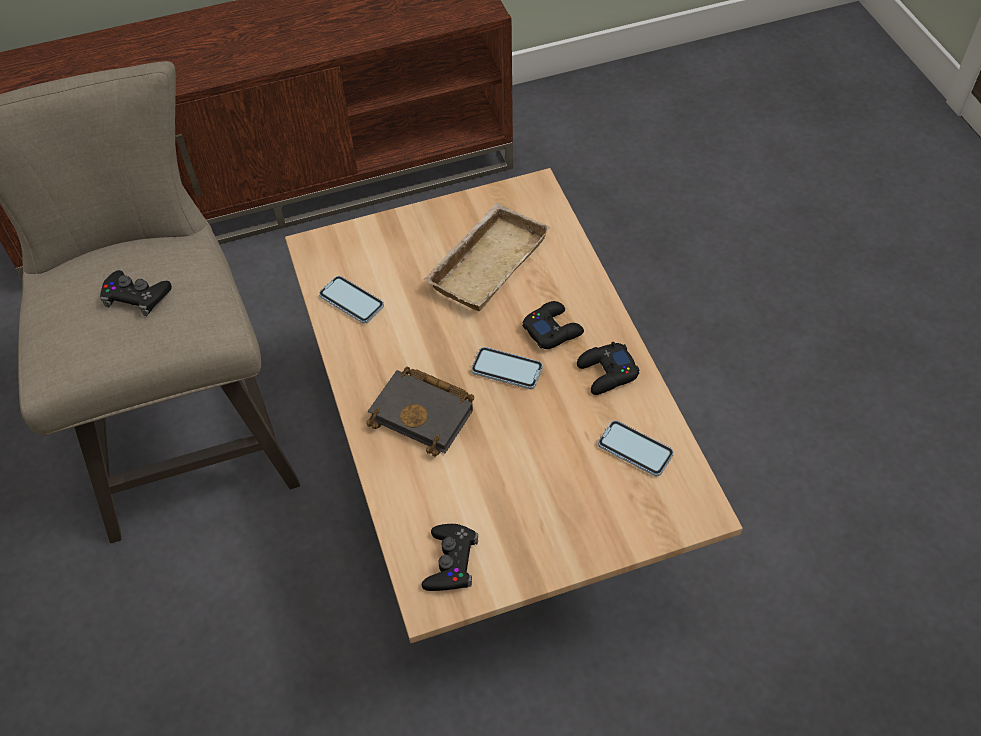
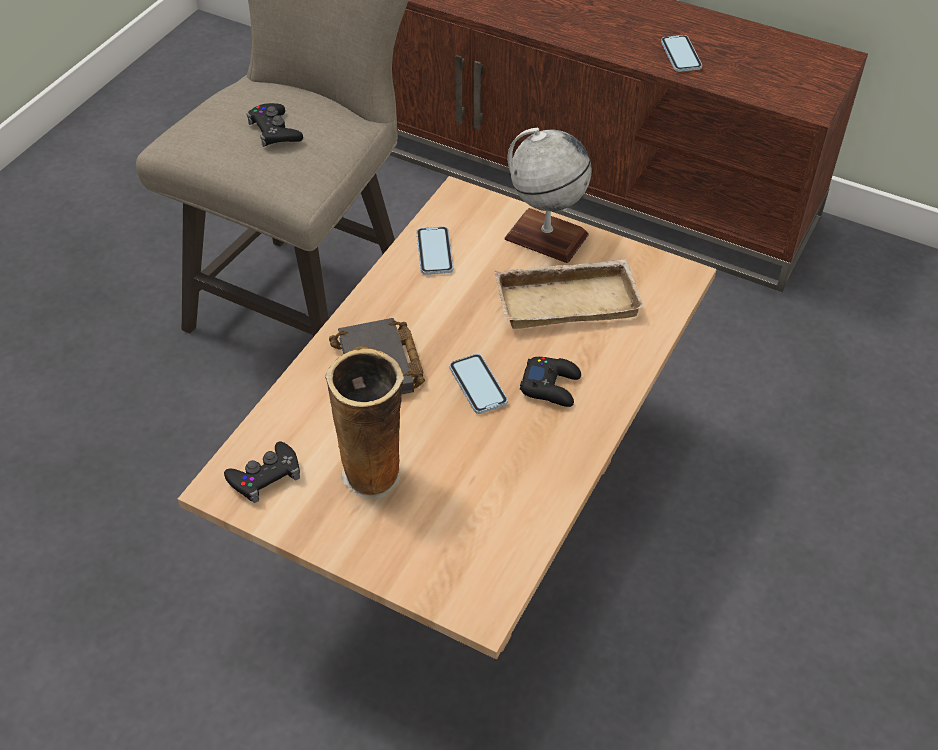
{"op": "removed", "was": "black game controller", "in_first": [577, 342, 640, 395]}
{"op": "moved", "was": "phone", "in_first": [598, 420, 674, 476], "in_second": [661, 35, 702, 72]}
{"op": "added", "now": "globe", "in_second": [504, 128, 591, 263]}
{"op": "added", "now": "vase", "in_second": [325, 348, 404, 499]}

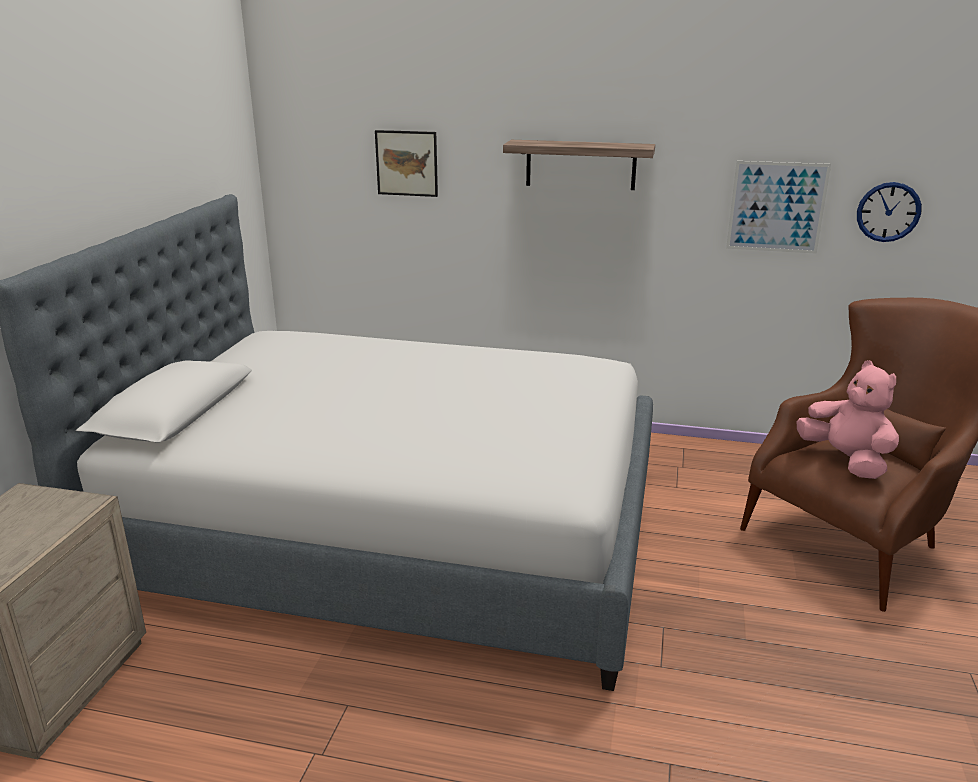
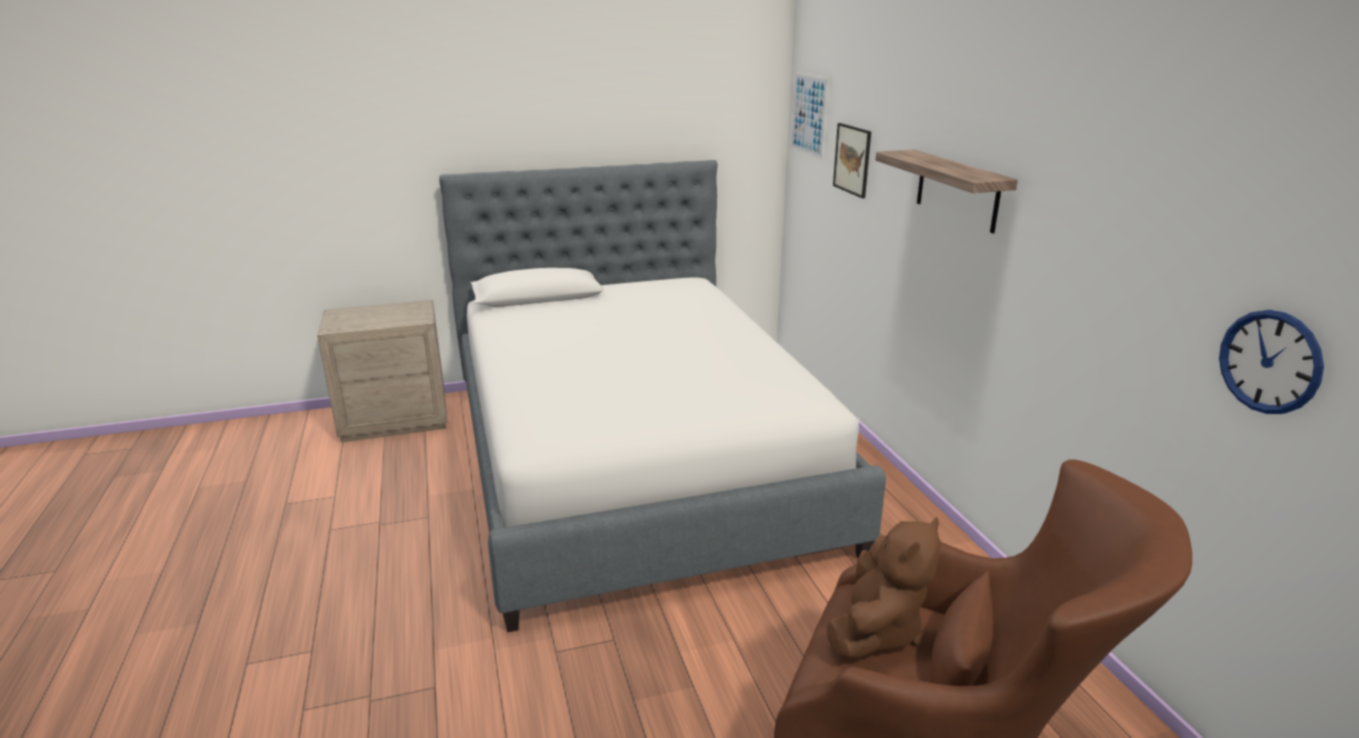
{"op": "moved", "was": "picture", "in_first": [726, 161, 831, 254], "in_second": [791, 72, 829, 160]}
{"op": "recoloured", "was": "pink plush toy", "now": "brown plush toy", "in_first": [796, 360, 899, 479], "in_second": [826, 517, 941, 659]}

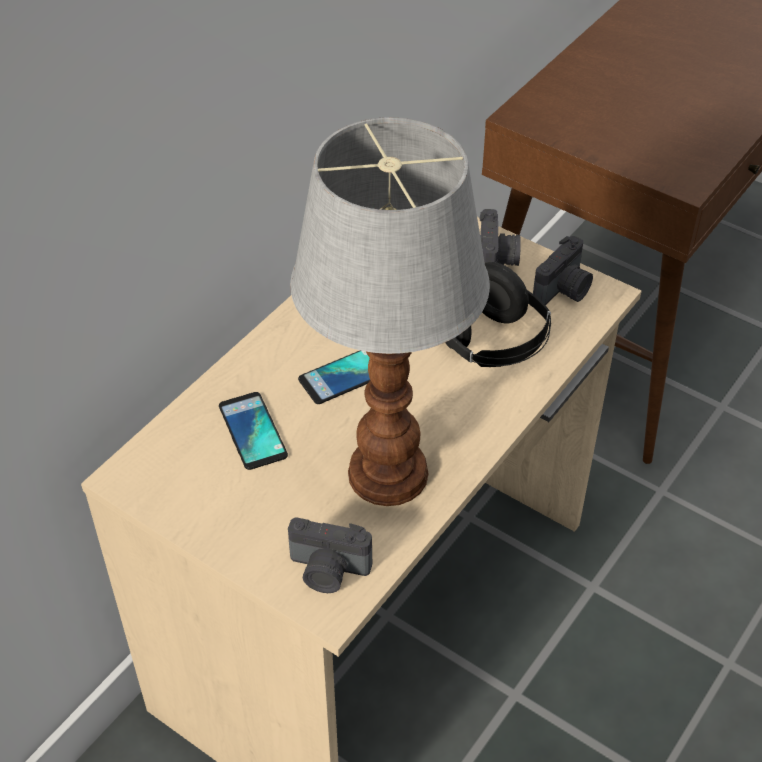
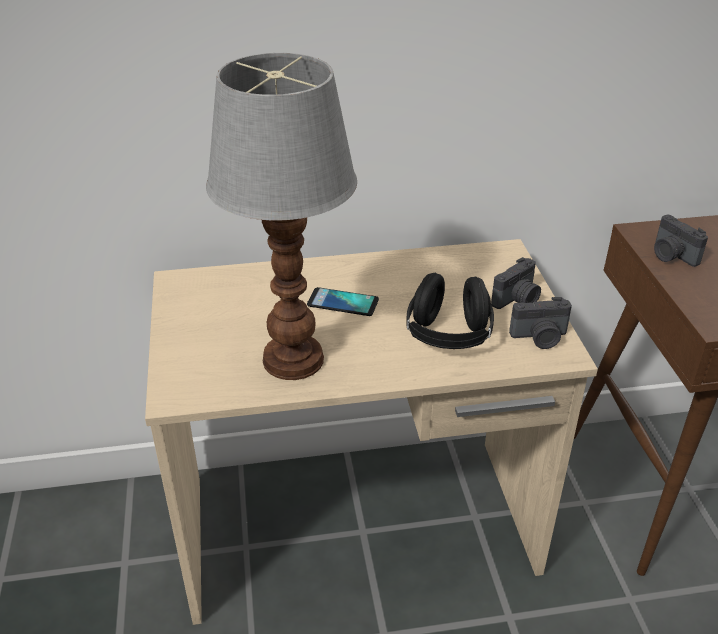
{"op": "removed", "was": "phone", "in_first": [219, 392, 288, 470]}
{"op": "moved", "was": "photo camera", "in_first": [288, 517, 372, 593], "in_second": [654, 215, 708, 267]}

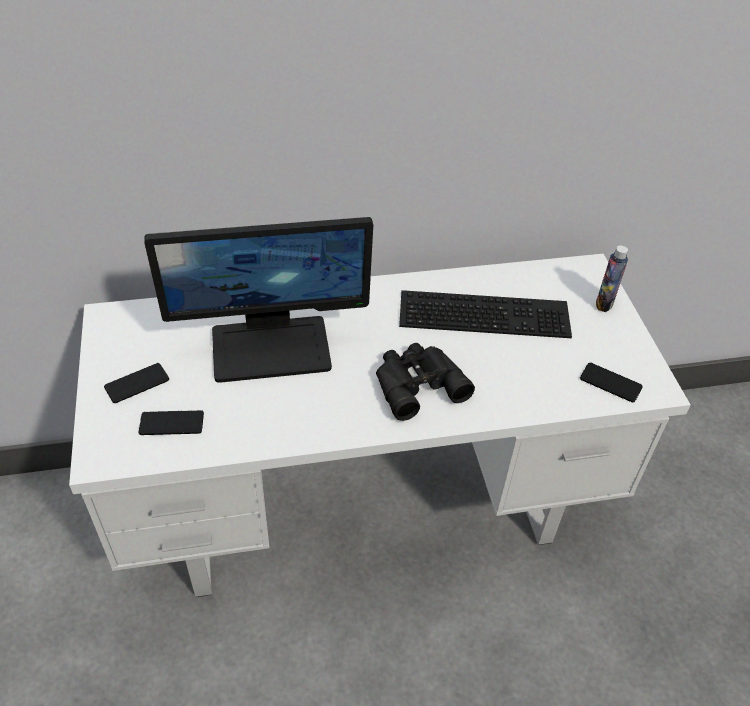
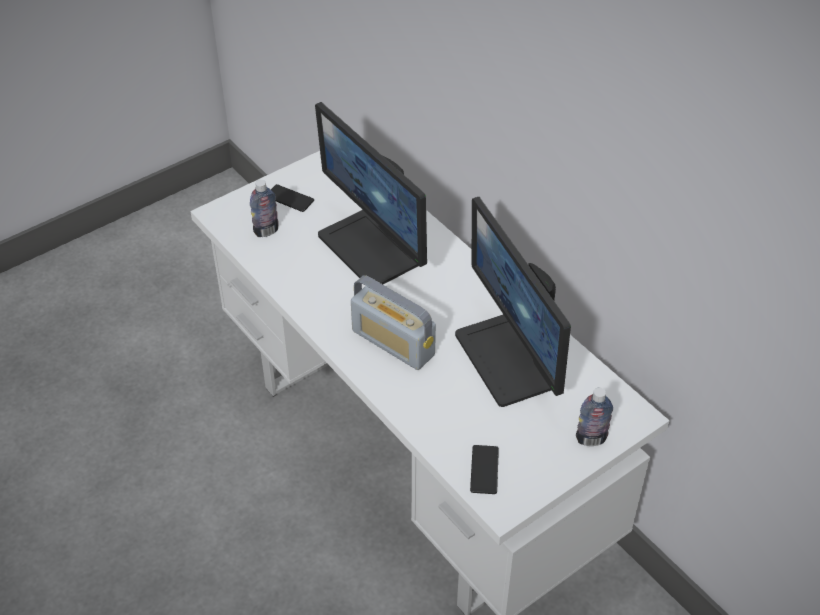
{"op": "replaced", "was": "keyboard", "now": "monitor", "in_first": [399, 290, 572, 338], "in_second": [455, 197, 571, 407]}
{"op": "replaced", "was": "black binoculars", "now": "radio", "in_first": [376, 343, 475, 421], "in_second": [351, 275, 436, 370]}
{"op": "replaced", "was": "phone", "now": "bottle", "in_first": [139, 410, 204, 435], "in_second": [250, 180, 279, 237]}

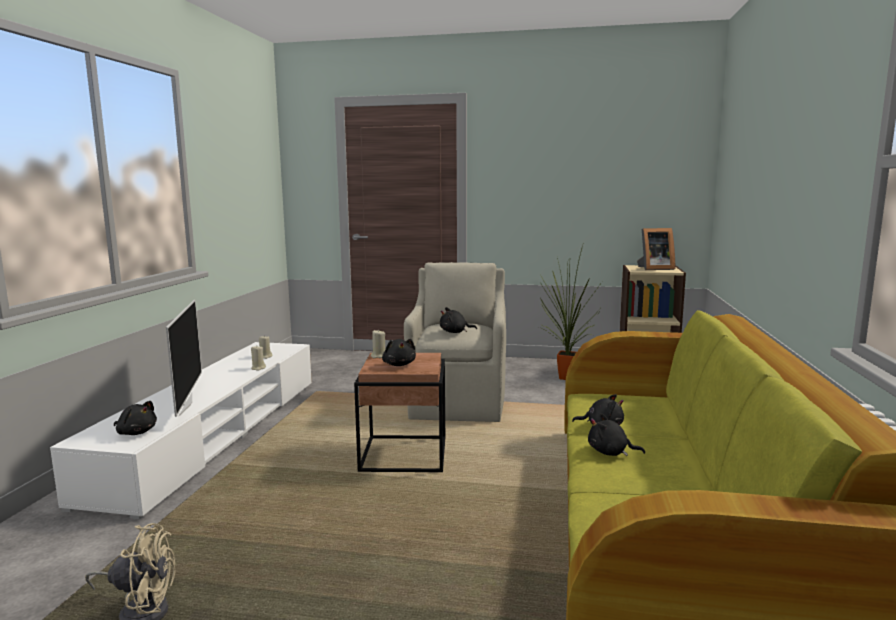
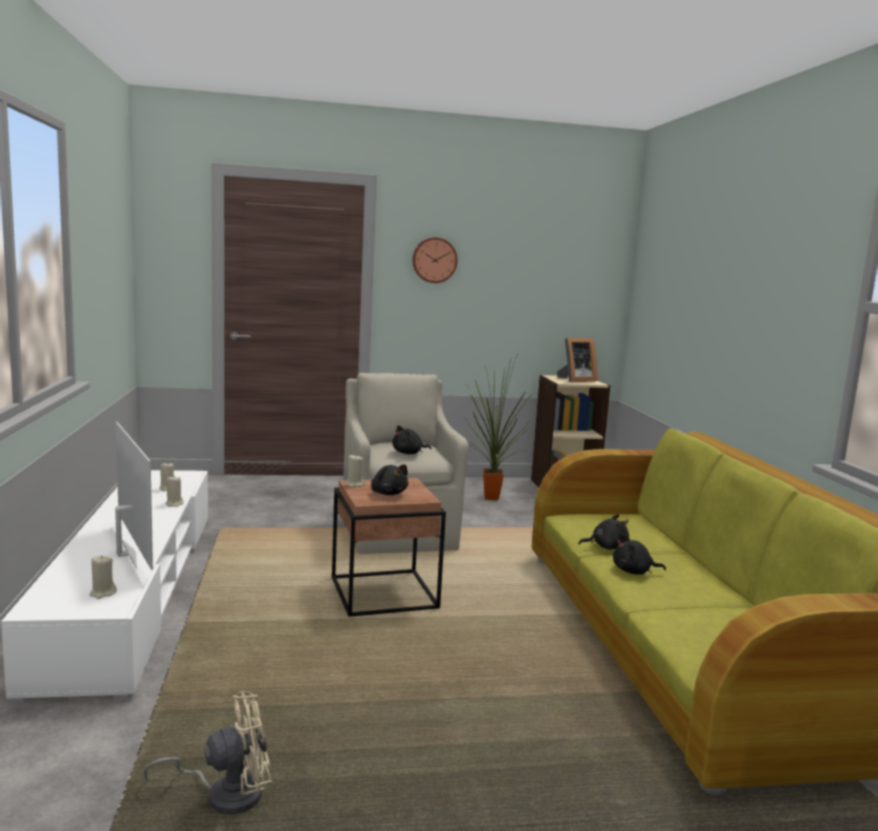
{"op": "replaced", "was": "black plush toy", "now": "beige candle", "in_first": [114, 401, 157, 435], "in_second": [90, 555, 117, 599]}
{"op": "added", "now": "wall clock", "in_second": [412, 237, 457, 283]}

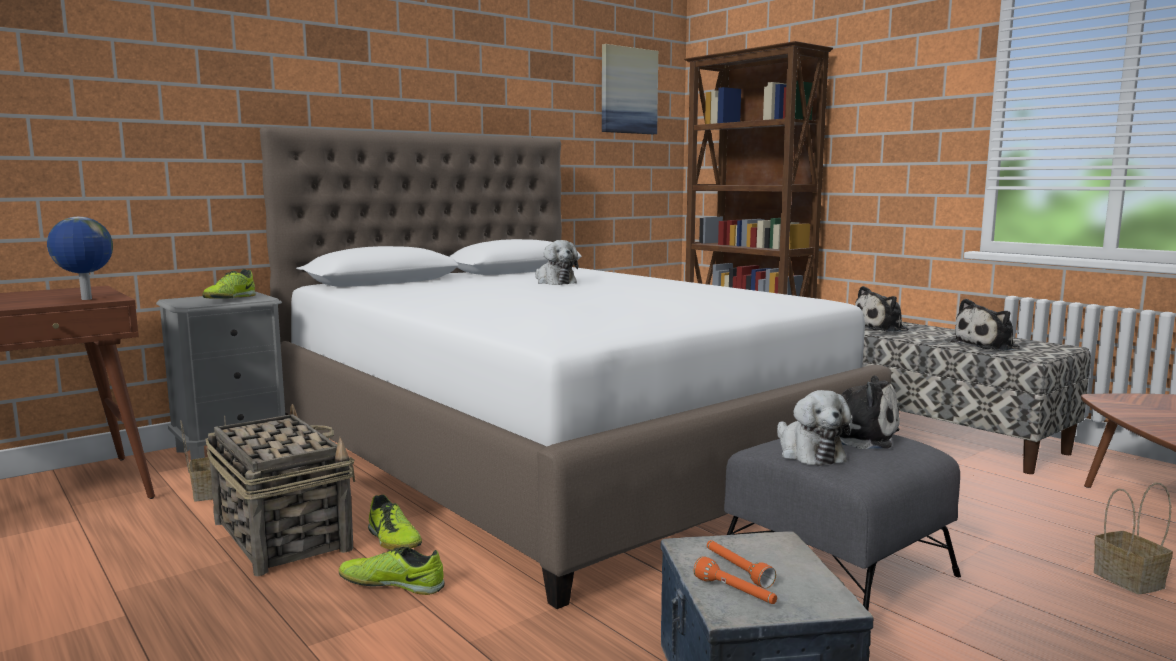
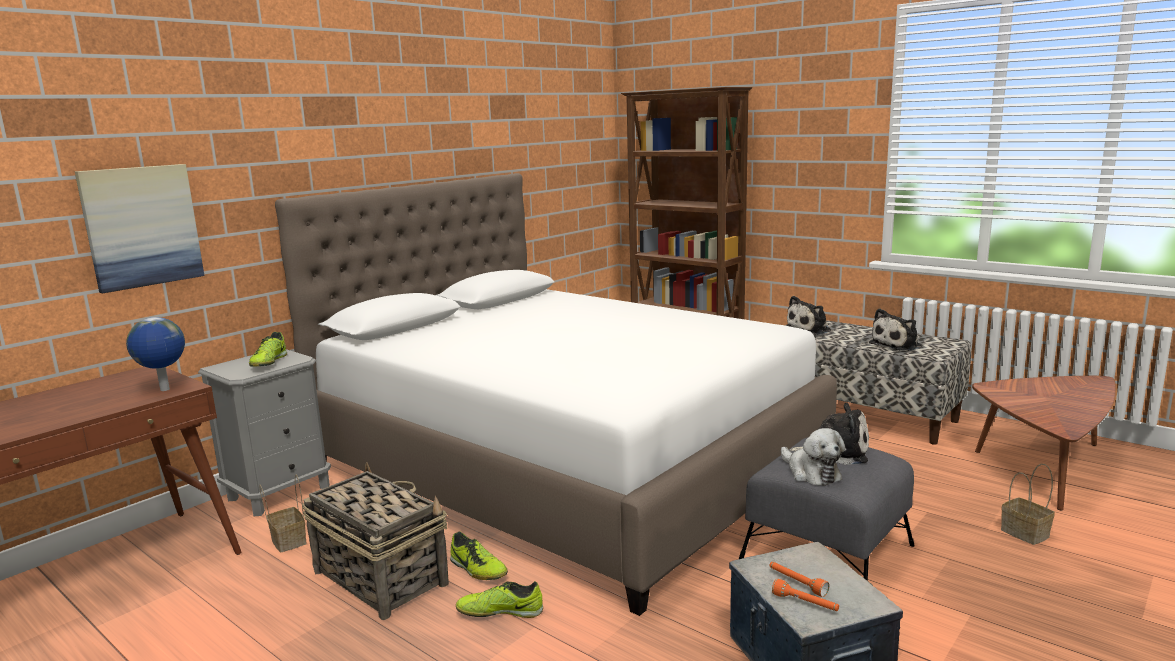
{"op": "moved", "was": "picture", "in_first": [602, 44, 658, 134], "in_second": [75, 164, 205, 294]}
{"op": "removed", "was": "plush toy", "in_first": [535, 240, 578, 285]}

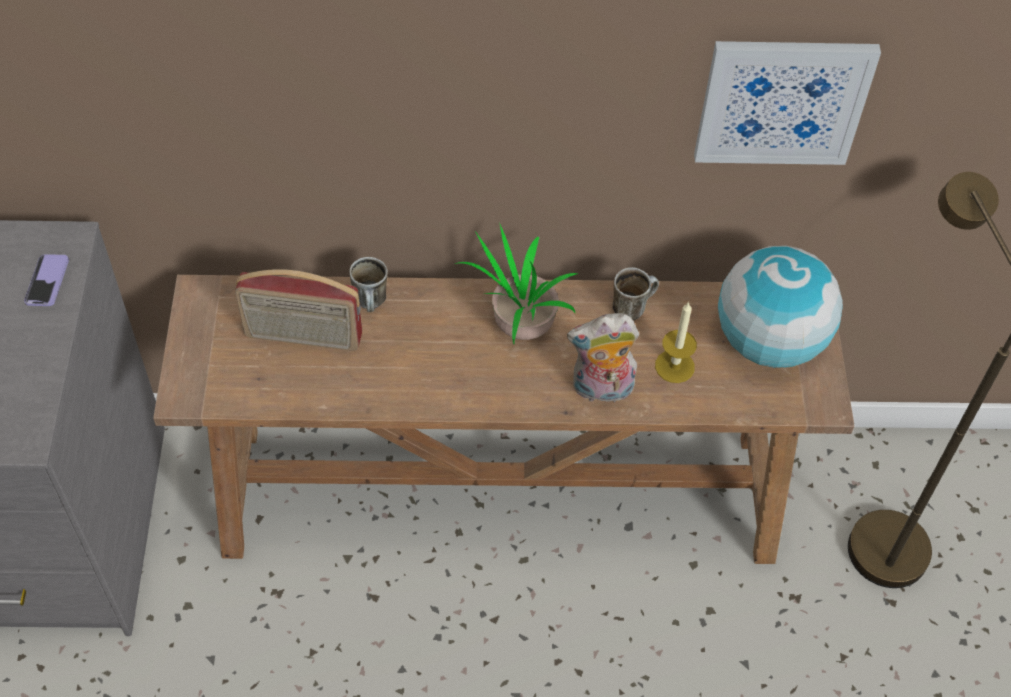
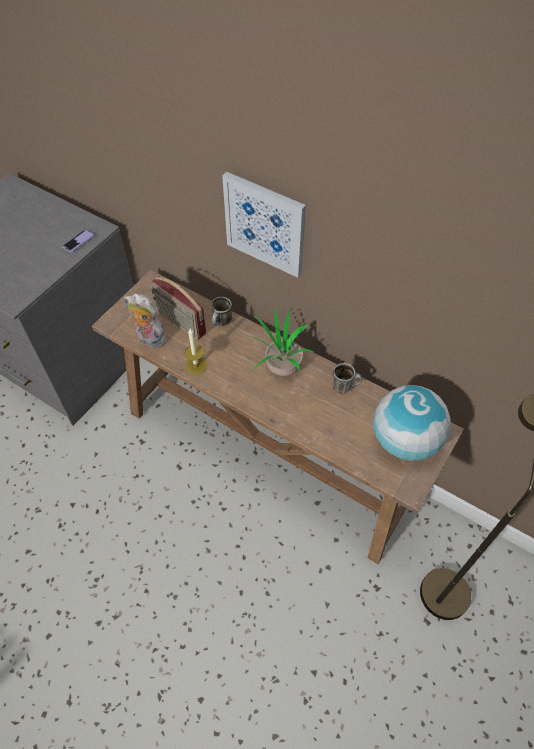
{"op": "moved", "was": "picture", "in_first": [694, 41, 881, 165], "in_second": [222, 172, 306, 278]}
{"op": "moved", "was": "candle", "in_first": [655, 302, 697, 383], "in_second": [185, 328, 207, 375]}
{"op": "moved", "was": "plush toy", "in_first": [567, 313, 639, 407], "in_second": [124, 293, 167, 349]}

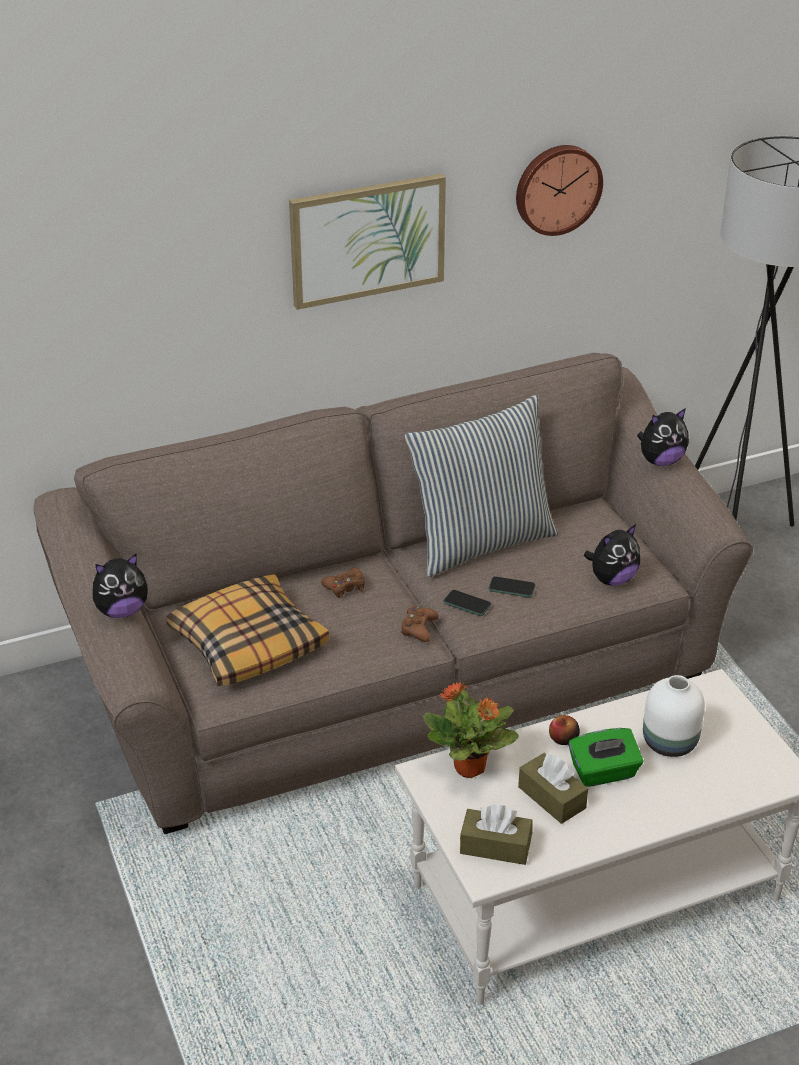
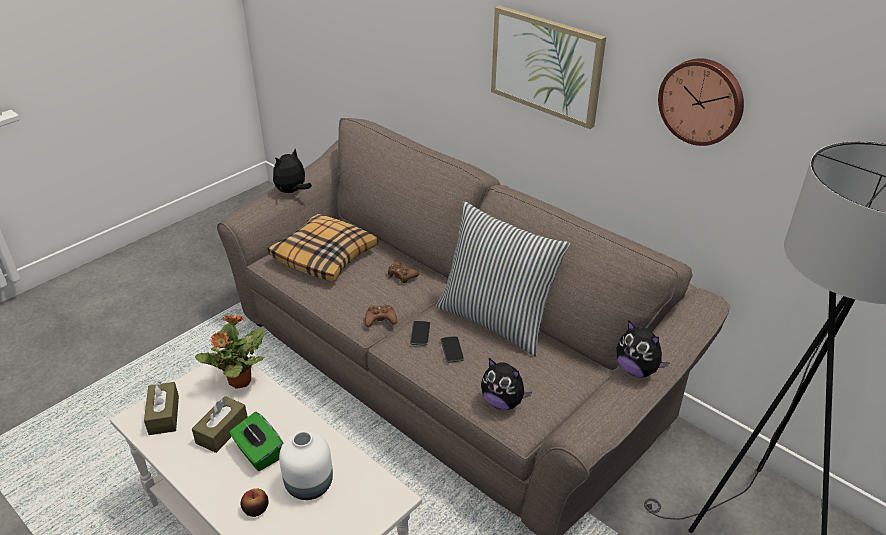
{"op": "turned", "was": "plush toy", "in_first": [93, 554, 148, 618], "in_second": [273, 149, 312, 193], "clockwise": 90}
{"op": "moved", "was": "apple", "in_first": [549, 715, 580, 745], "in_second": [241, 488, 268, 517]}

